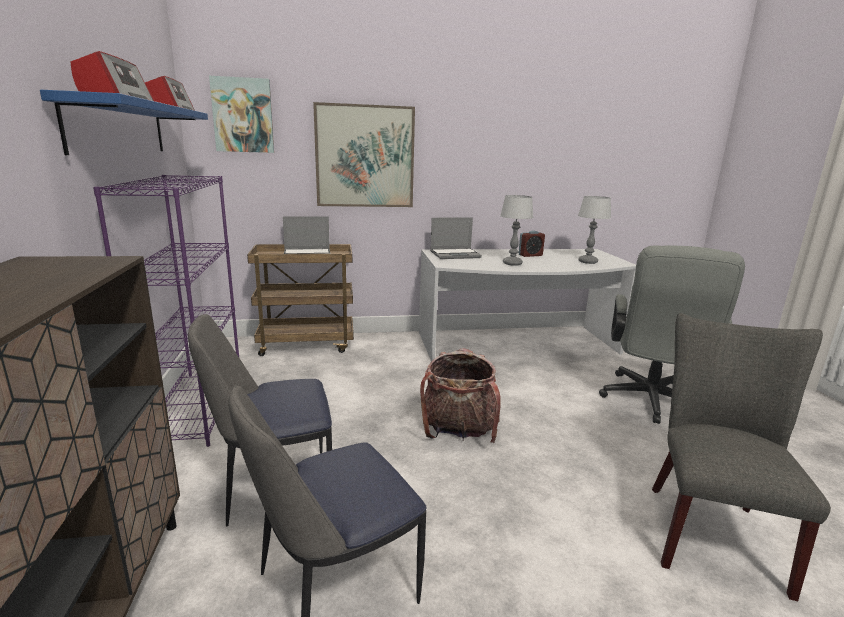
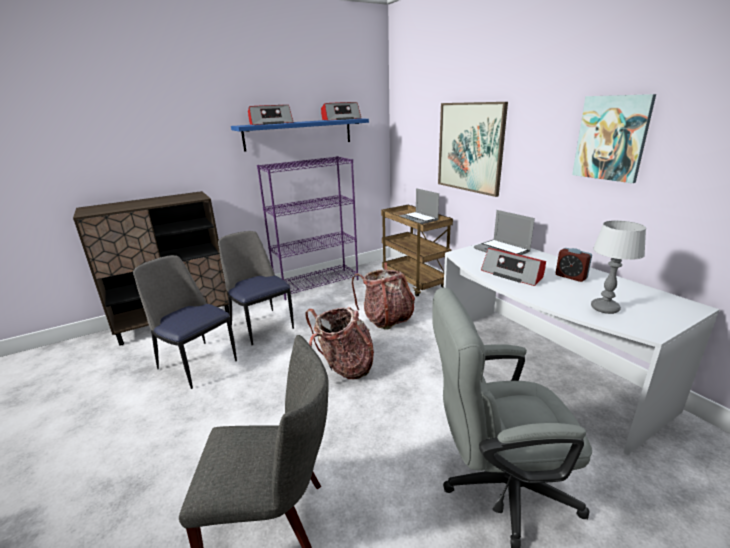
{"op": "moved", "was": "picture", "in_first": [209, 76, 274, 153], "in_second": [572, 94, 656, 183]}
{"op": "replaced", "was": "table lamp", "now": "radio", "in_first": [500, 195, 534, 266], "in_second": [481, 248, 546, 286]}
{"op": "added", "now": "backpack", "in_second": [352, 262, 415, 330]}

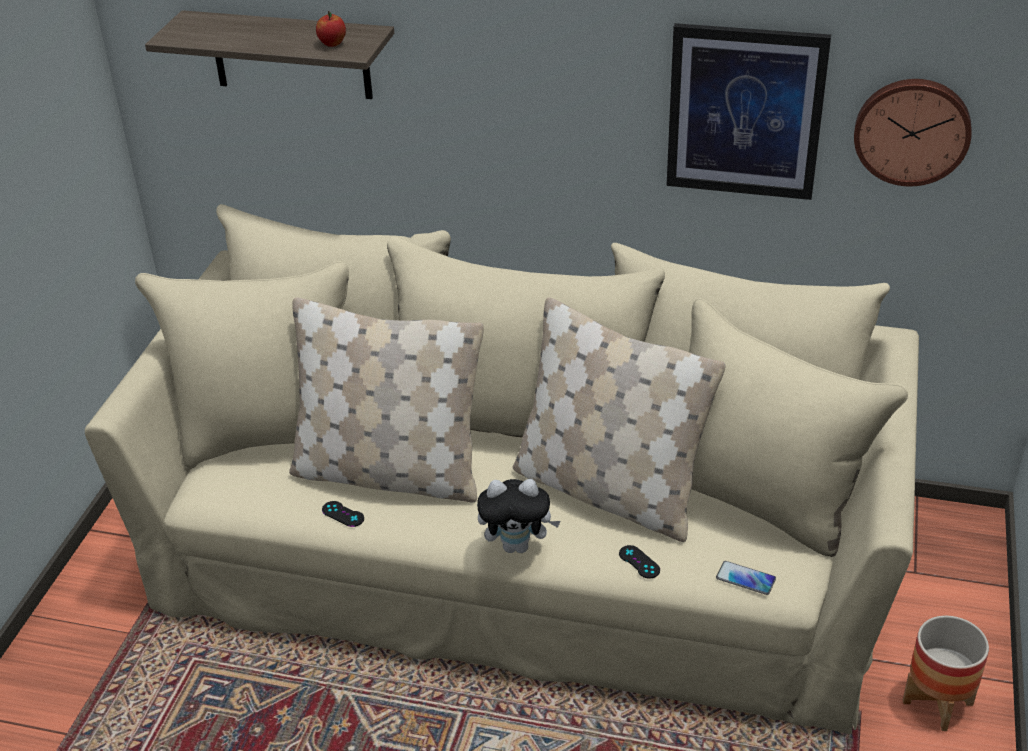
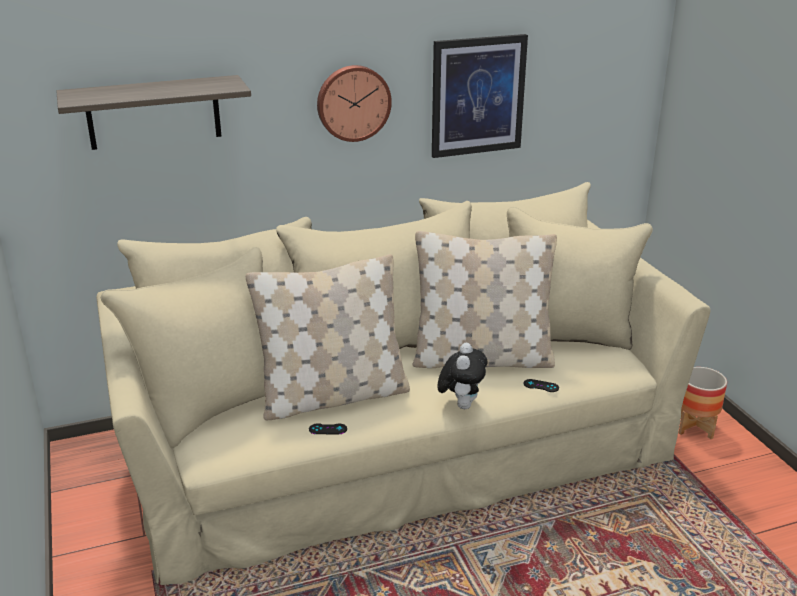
{"op": "removed", "was": "apple", "in_first": [316, 11, 346, 47]}
{"op": "moved", "was": "wall clock", "in_first": [854, 79, 971, 186], "in_second": [317, 65, 392, 142]}
{"op": "turned", "was": "plush toy", "in_first": [477, 479, 561, 553], "in_second": [437, 343, 488, 409], "clockwise": -45}
{"op": "removed", "was": "phone", "in_first": [716, 561, 776, 595]}

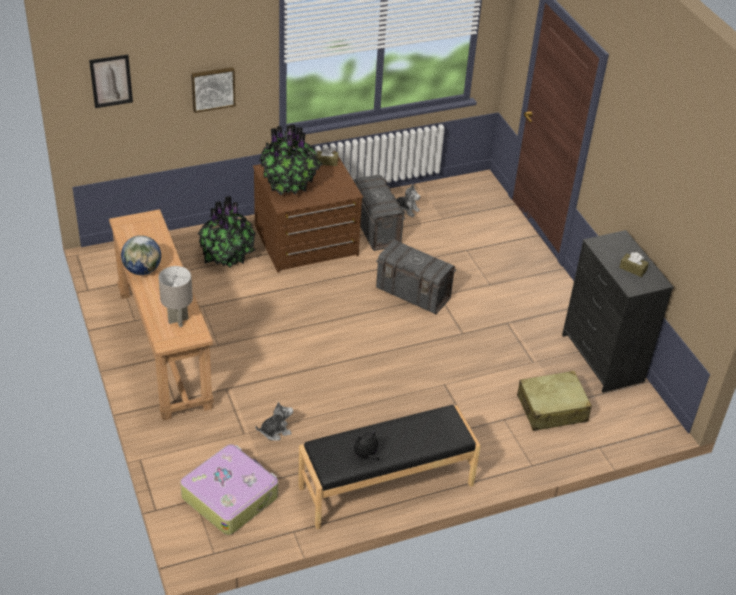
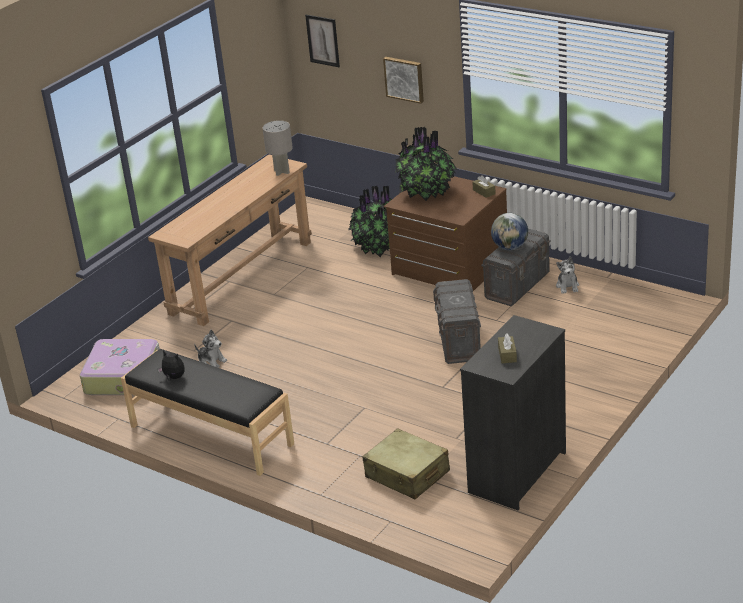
{"op": "moved", "was": "globe", "in_first": [121, 235, 161, 275], "in_second": [491, 213, 528, 250]}
{"op": "moved", "was": "grey table lamp", "in_first": [158, 266, 193, 327], "in_second": [263, 120, 293, 176]}

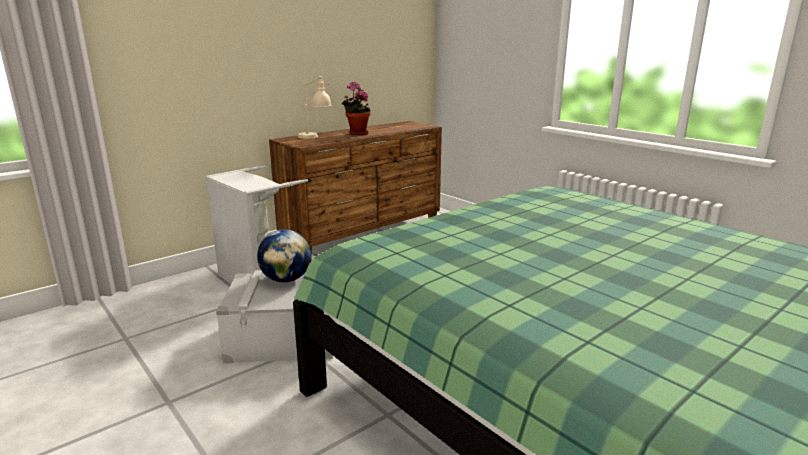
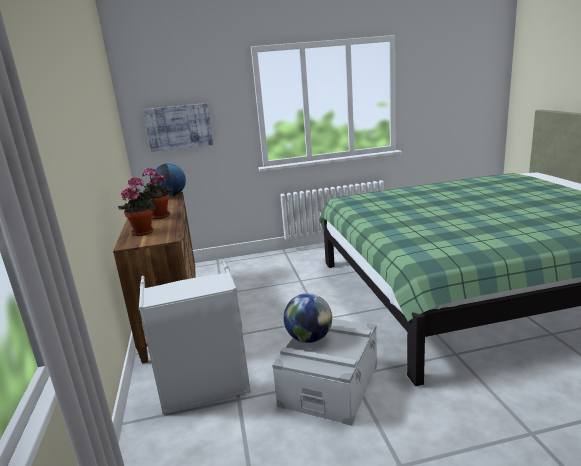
{"op": "replaced", "was": "beige table lamp", "now": "potted plant", "in_first": [298, 76, 332, 139], "in_second": [118, 177, 156, 236]}
{"op": "added", "now": "picture", "in_second": [143, 103, 213, 152]}
{"op": "added", "now": "globe", "in_second": [152, 163, 186, 196]}

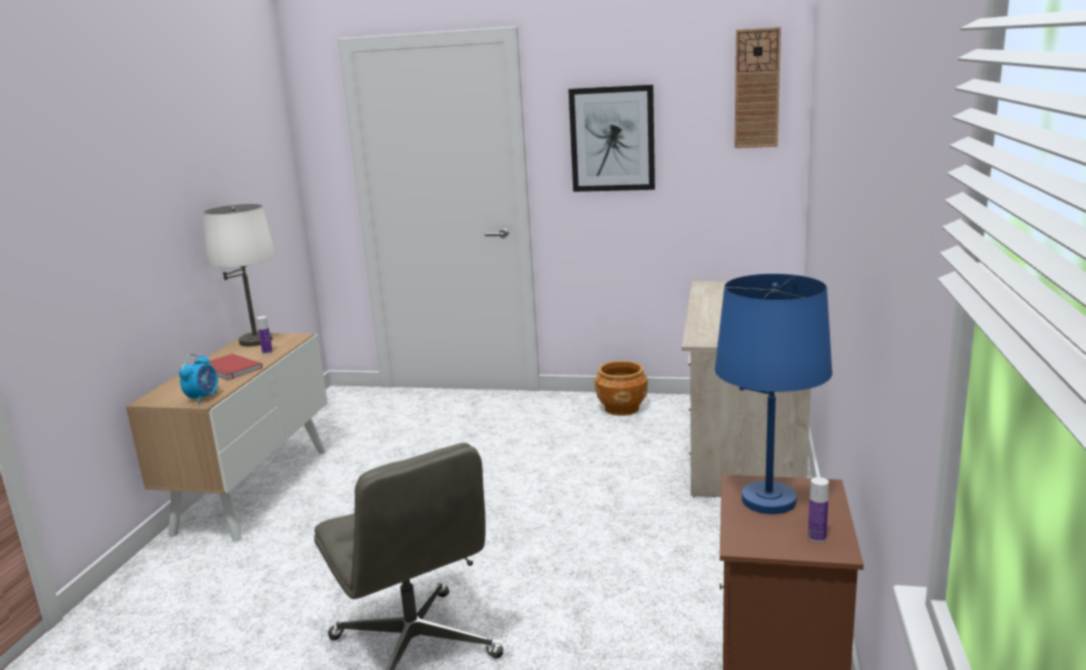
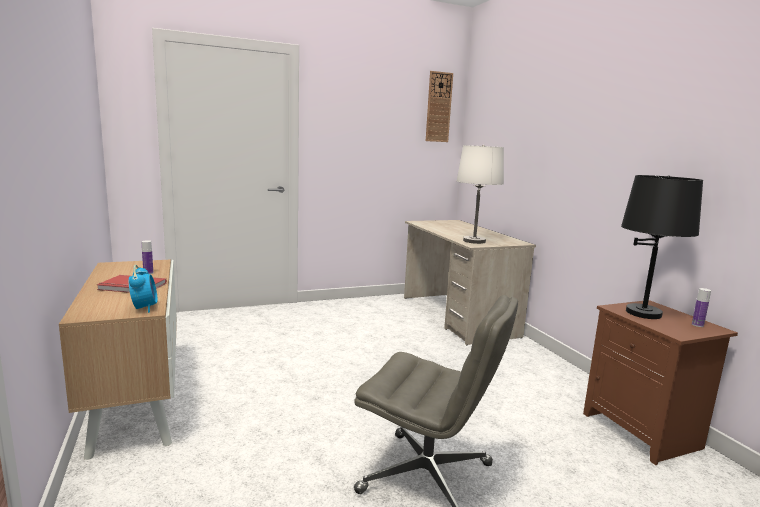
{"op": "removed", "was": "picture", "in_first": [568, 85, 655, 192]}
{"op": "moved", "was": "white table lamp", "in_first": [203, 204, 276, 346], "in_second": [457, 145, 504, 244]}
{"op": "recoloured", "was": "blue table lamp", "now": "black table lamp", "in_first": [715, 274, 832, 514], "in_second": [621, 175, 703, 319]}
{"op": "removed", "was": "brown planter", "in_first": [594, 361, 648, 416]}

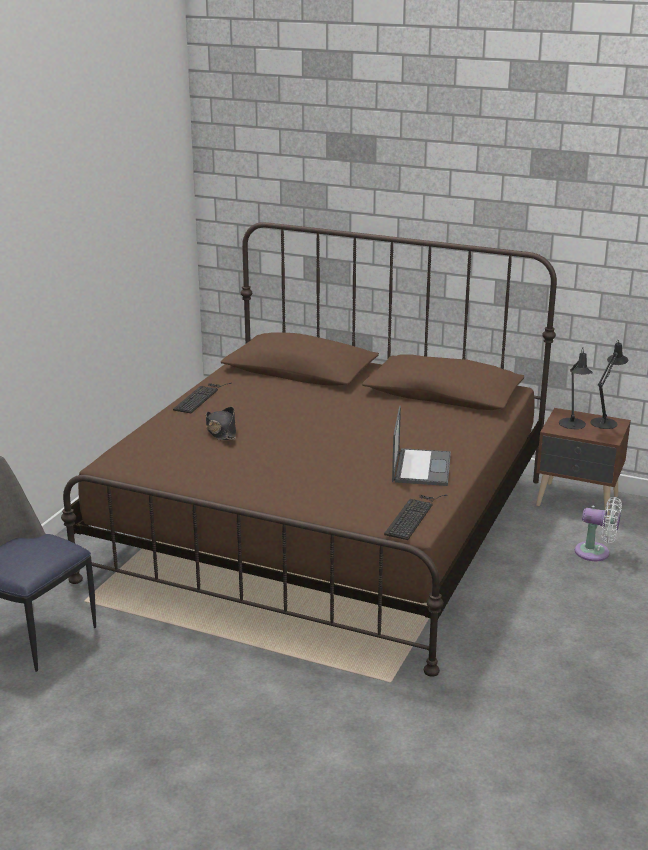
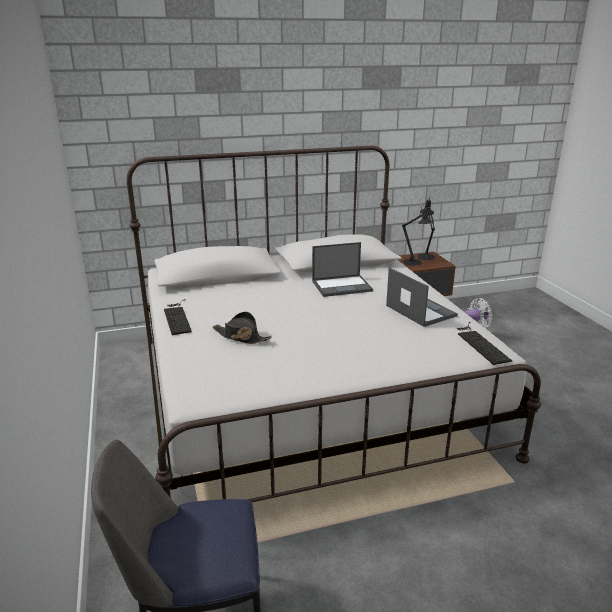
{"op": "recoloured", "was": "brown bed", "now": "white bed", "in_first": [61, 222, 557, 677], "in_second": [127, 146, 541, 502]}
{"op": "added", "now": "laptop", "in_second": [312, 242, 373, 297]}

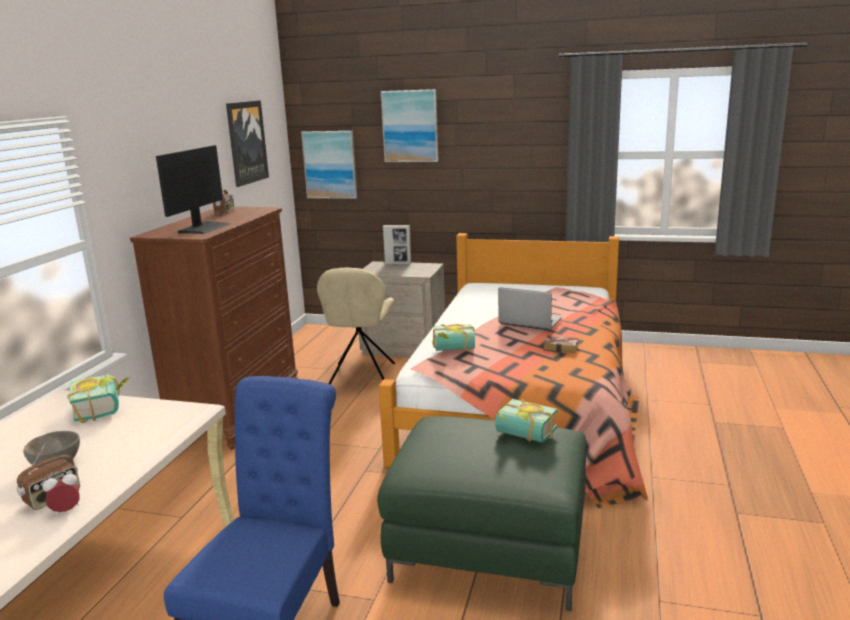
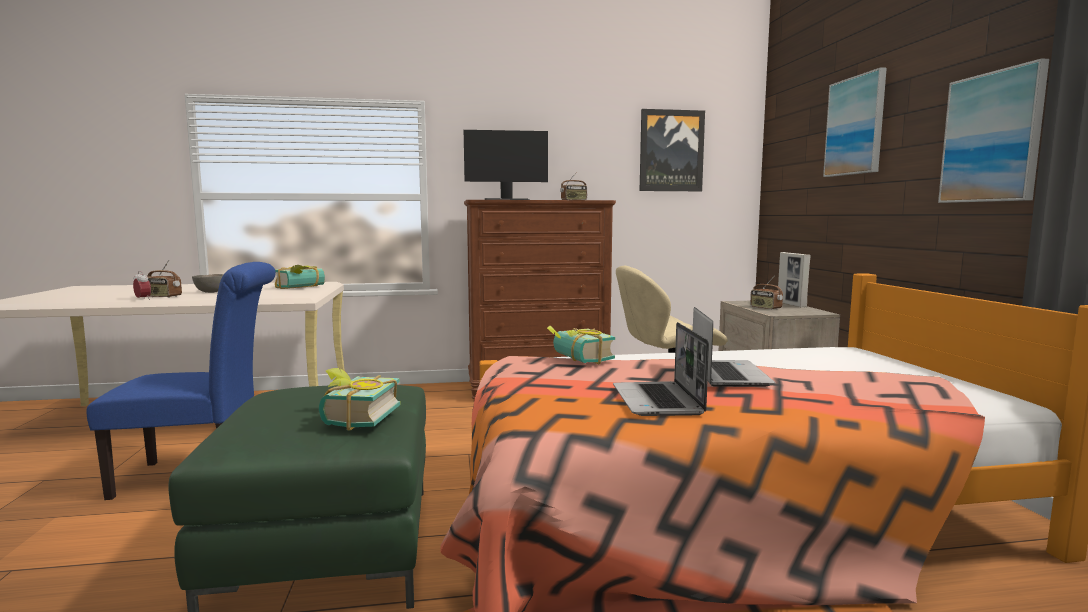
{"op": "moved", "was": "picture", "in_first": [301, 131, 357, 199], "in_second": [938, 58, 1049, 203]}
{"op": "replaced", "was": "book", "now": "laptop", "in_first": [543, 336, 579, 353], "in_second": [613, 322, 709, 416]}
{"op": "added", "now": "radio", "in_second": [750, 275, 783, 310]}

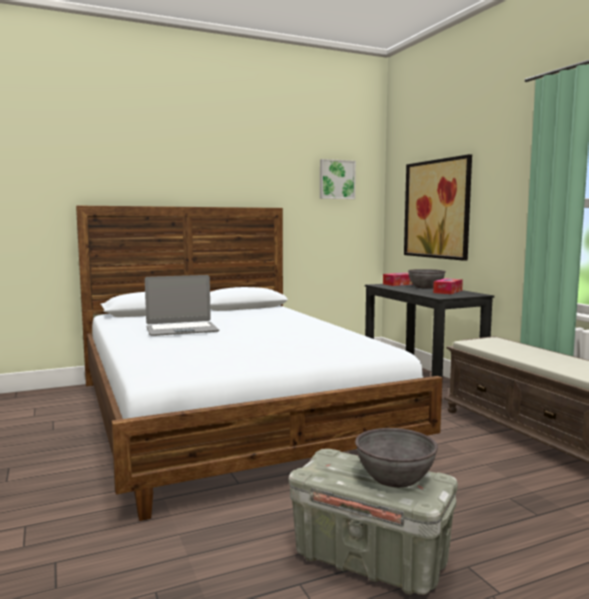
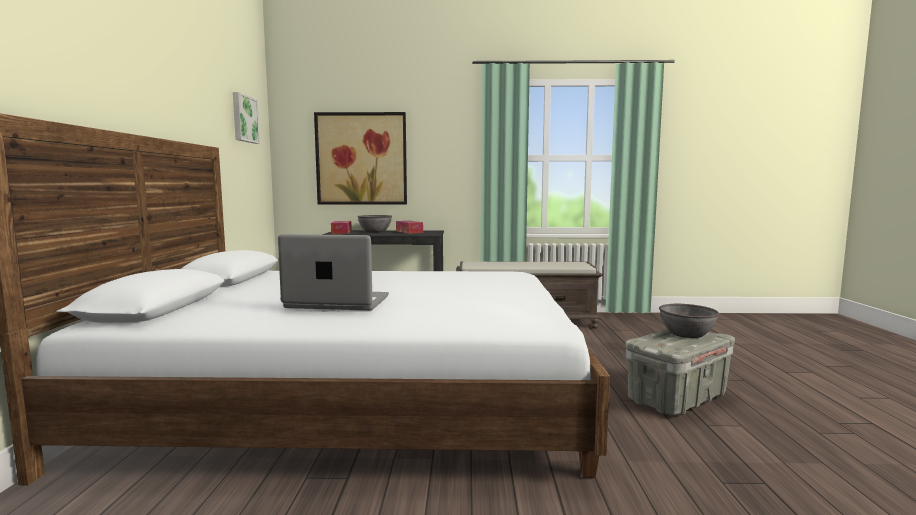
{"op": "turned", "was": "laptop", "in_first": [145, 275, 219, 336], "in_second": [278, 234, 389, 310], "clockwise": -90}

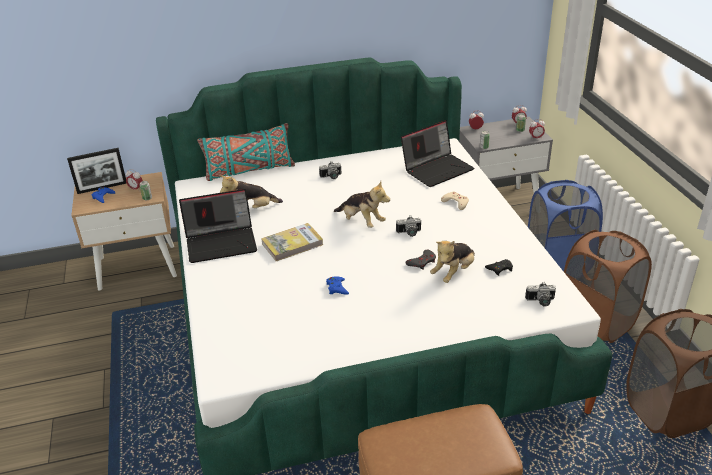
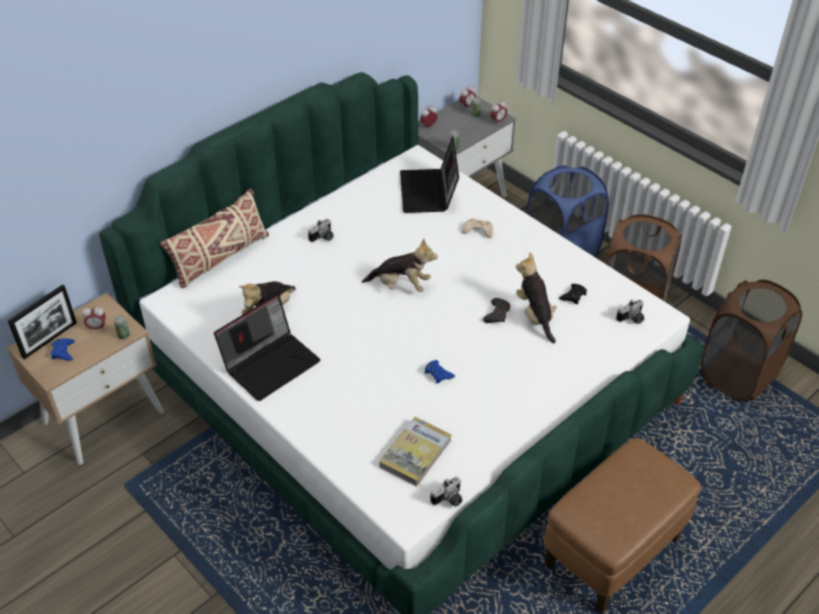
{"op": "turned", "was": "laptop", "in_first": [401, 120, 474, 187], "in_second": [400, 136, 459, 213], "clockwise": 150}
{"op": "recoloured", "was": "turquoise pillow", "now": "beige pillow", "in_first": [197, 123, 295, 181], "in_second": [160, 189, 269, 288]}
{"op": "moved", "was": "photo camera", "in_first": [396, 216, 421, 237], "in_second": [430, 476, 463, 507]}
{"op": "moved", "was": "book", "in_first": [261, 223, 323, 261], "in_second": [379, 417, 452, 486]}
{"op": "turned", "was": "plush toy", "in_first": [430, 240, 475, 283], "in_second": [516, 253, 557, 343], "clockwise": 150}

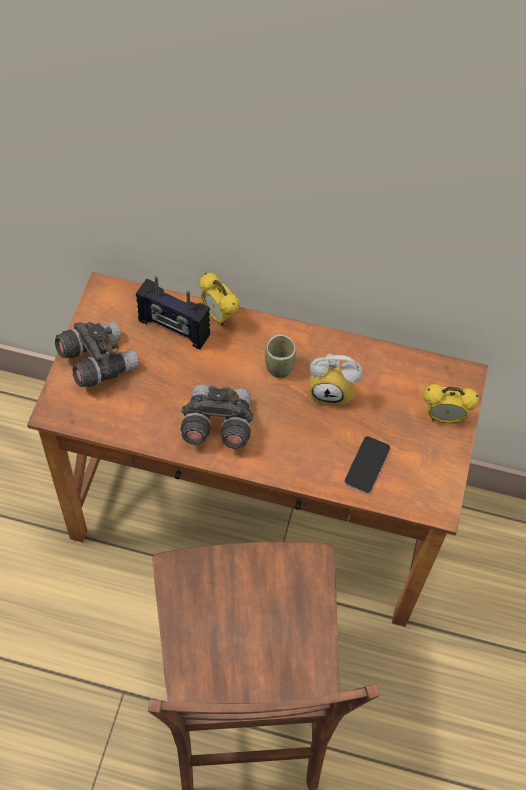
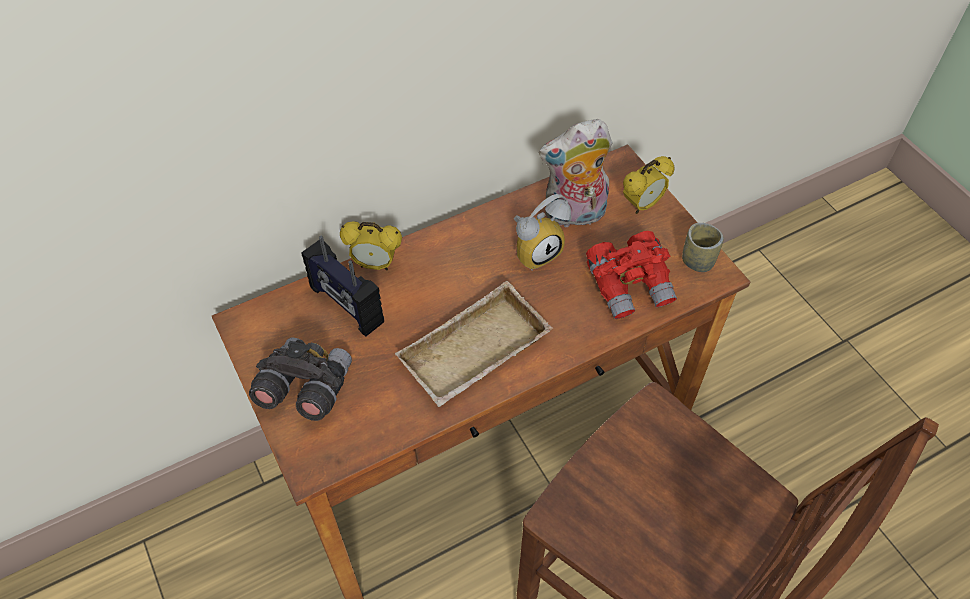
{"op": "turned", "was": "radio", "in_first": [136, 276, 210, 349], "in_second": [301, 236, 384, 336], "clockwise": 60}
{"op": "moved", "was": "cup", "in_first": [265, 334, 296, 378], "in_second": [682, 223, 724, 272]}
{"op": "replaced", "was": "grey binoculars", "now": "beige tray", "in_first": [180, 385, 253, 449], "in_second": [395, 281, 553, 407]}
{"op": "replaced", "was": "phone", "now": "red binoculars", "in_first": [344, 436, 390, 493], "in_second": [586, 231, 677, 319]}
{"op": "added", "now": "plush toy", "in_second": [539, 119, 612, 229]}

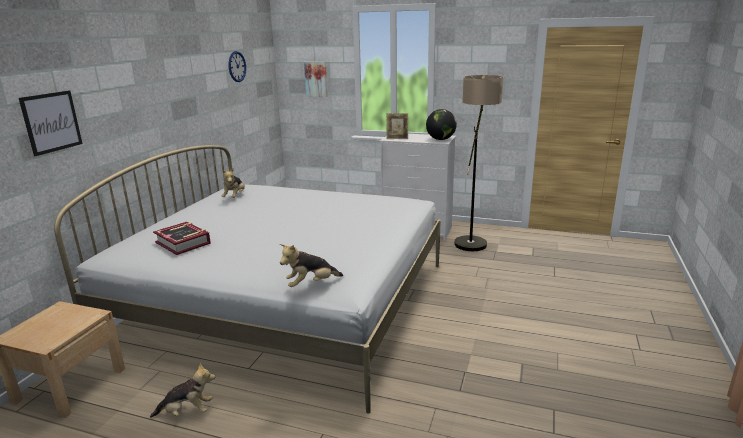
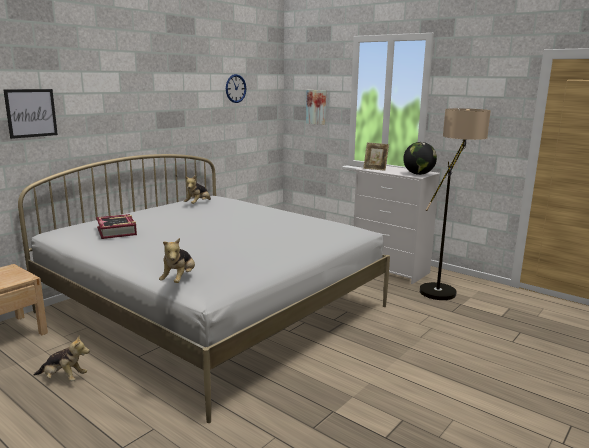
{"op": "turned", "was": "plush toy", "in_first": [280, 244, 343, 287], "in_second": [159, 238, 195, 283], "clockwise": -75}

